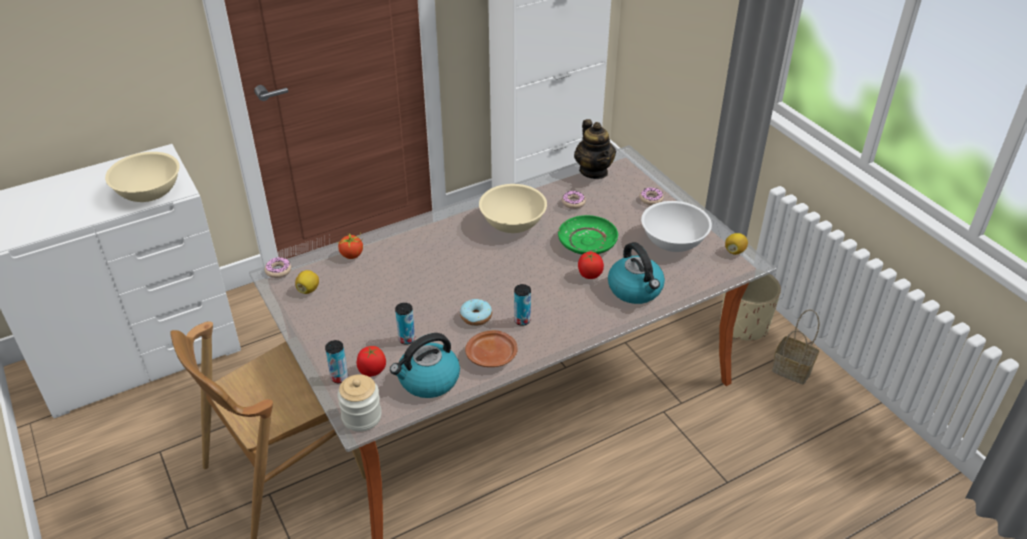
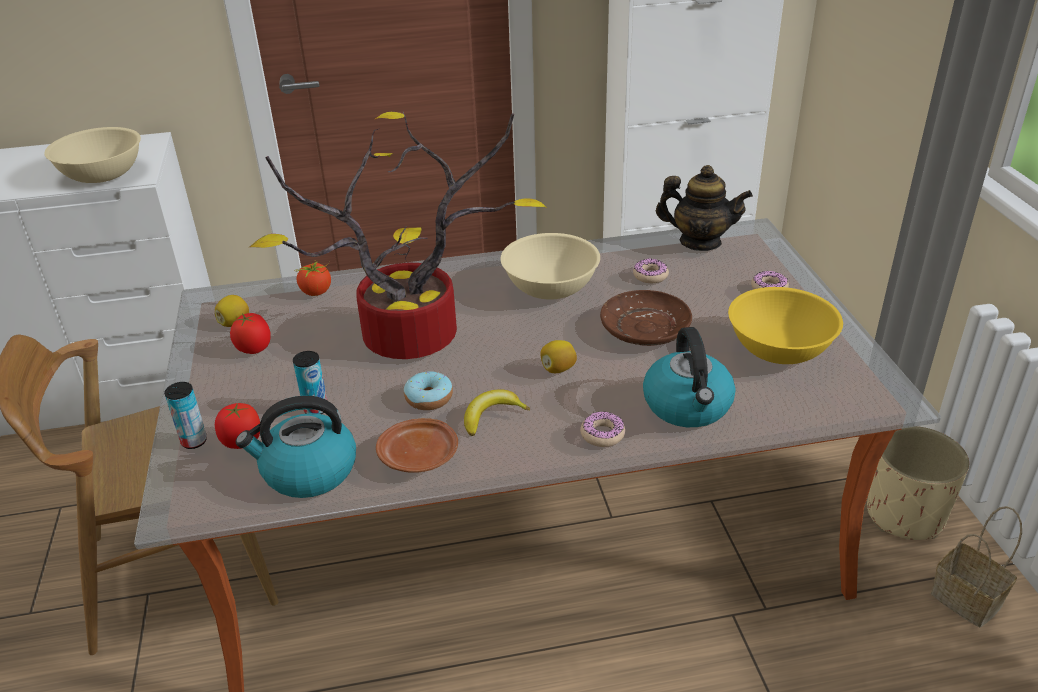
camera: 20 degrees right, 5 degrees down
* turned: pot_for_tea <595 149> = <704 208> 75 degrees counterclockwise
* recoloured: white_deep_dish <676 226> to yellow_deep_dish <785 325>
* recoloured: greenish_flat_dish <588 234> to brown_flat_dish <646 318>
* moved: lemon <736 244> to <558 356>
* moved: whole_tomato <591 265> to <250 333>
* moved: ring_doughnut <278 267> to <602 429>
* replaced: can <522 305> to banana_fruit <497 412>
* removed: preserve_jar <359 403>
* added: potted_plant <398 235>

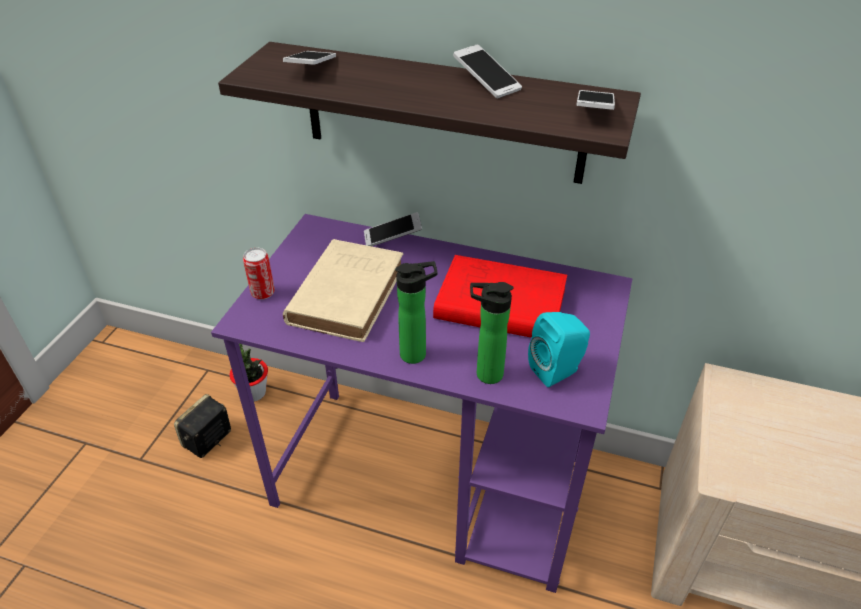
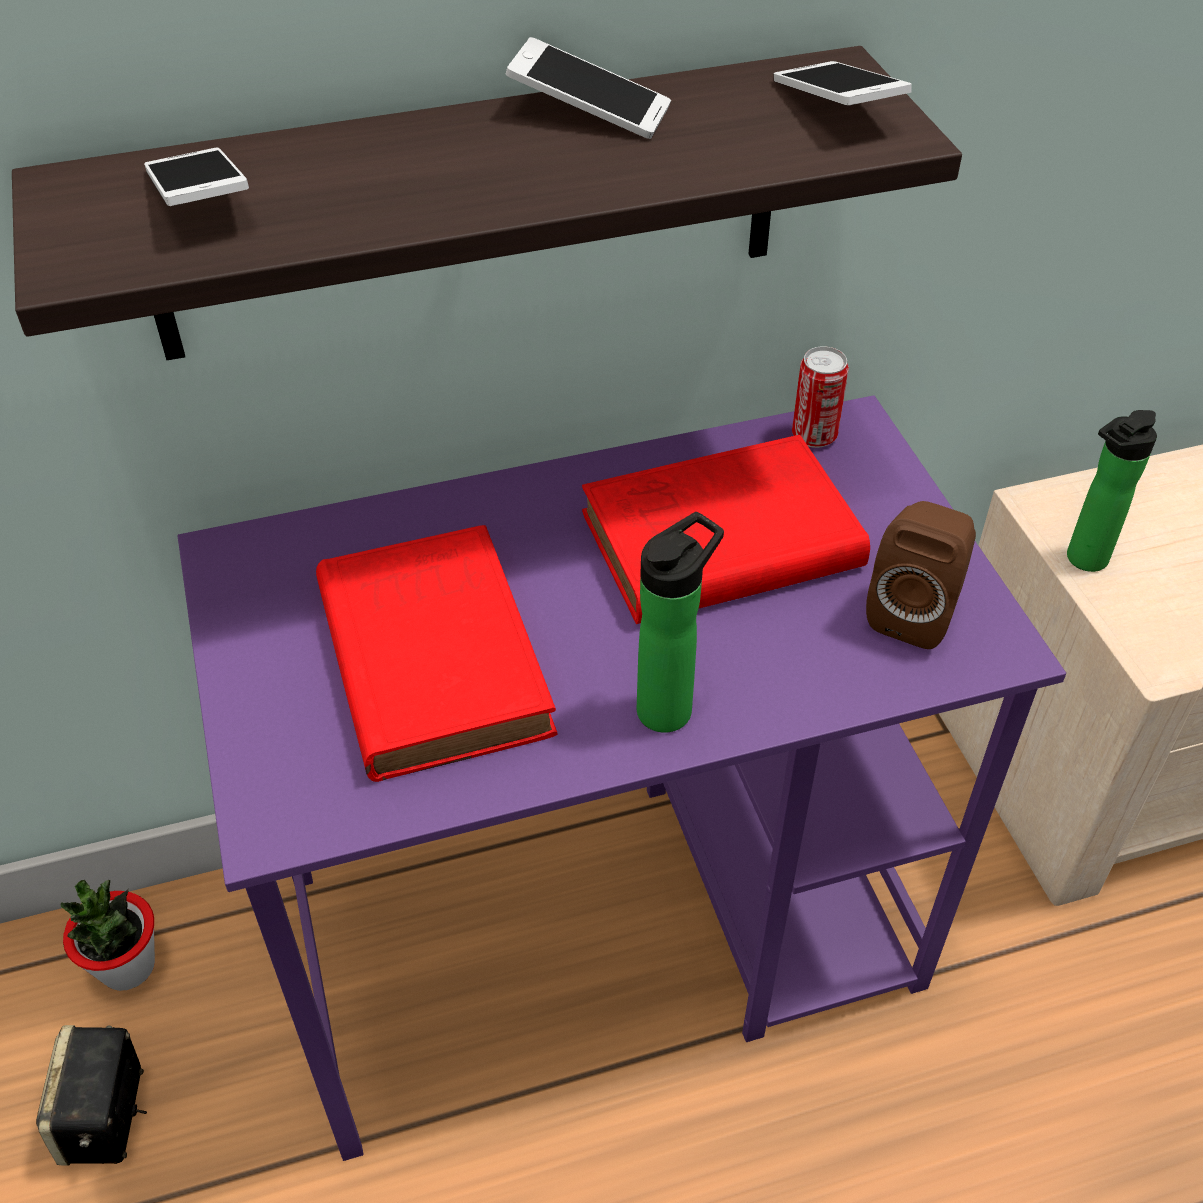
camera: 35 degrees left, 5 degrees up
* removed: handset <393 229>
* recoloured: beige_book <343 290> to red_book <437 653>
* moved: can <259 274> to <820 397>
* moved: bottle <491 333> to <1112 491>
* recoloured: blue-green_loudspeaker <559 349> to brown_loudspeaker <921 575>

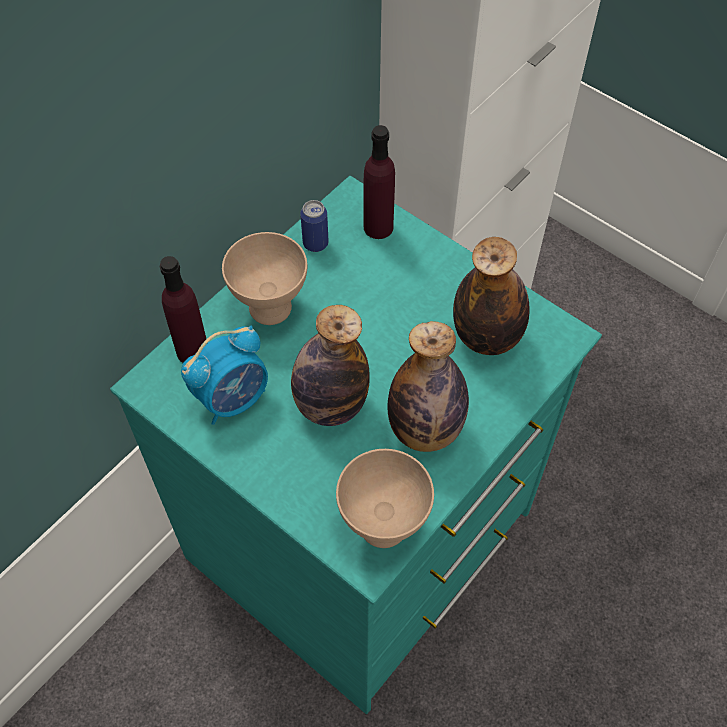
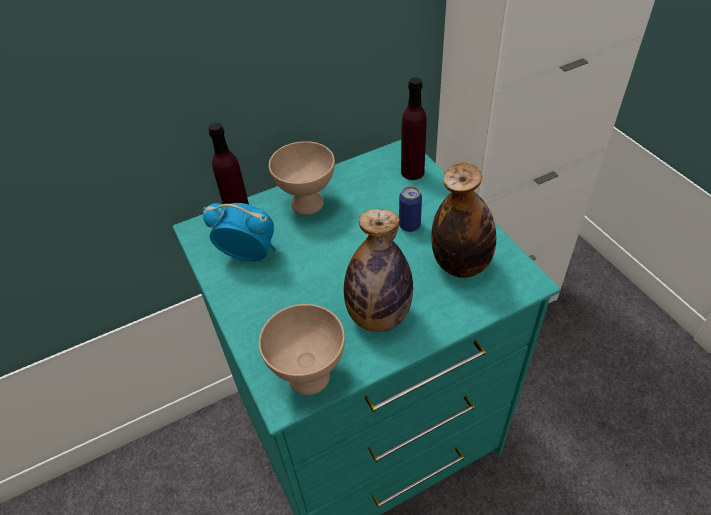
camera: 25 degrees right, 10 degrees down
* moved: can <314 226> to <410 209>
* removed: bottle <330 365>
* turned: alarm_clock <224 375> = <240 232> 150 degrees counterclockwise

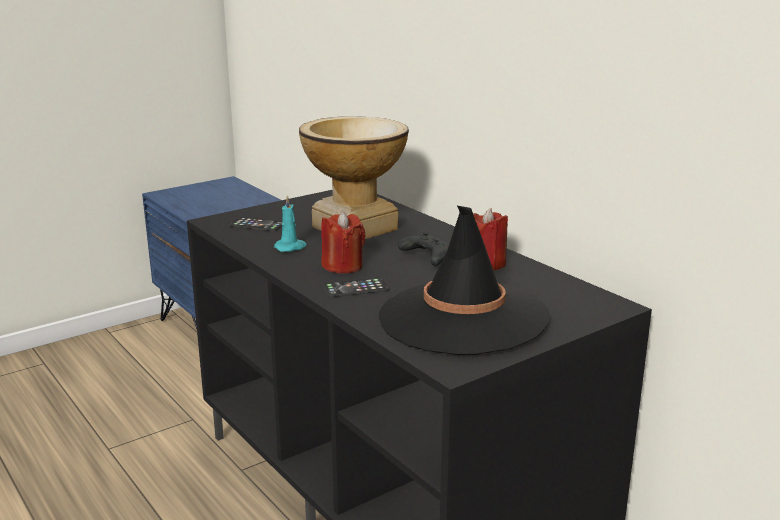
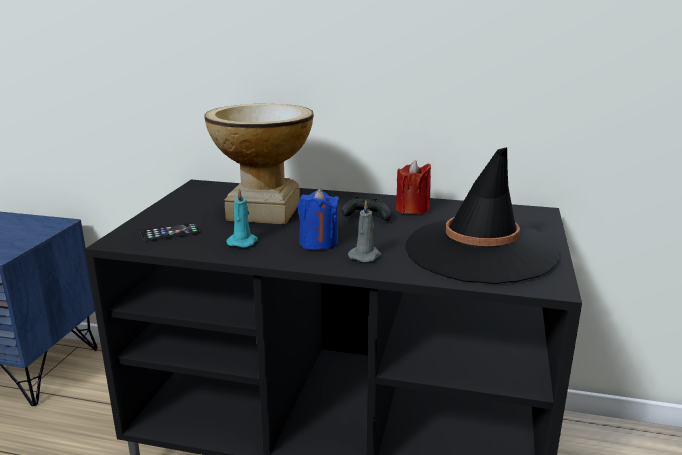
camera: 40 degrees left, 0 degrees up
* recoloured: red_candle <343 243> to blue-coloured_candle <318 219>
* replaced: handset <357 287> to gray_candle <364 231>

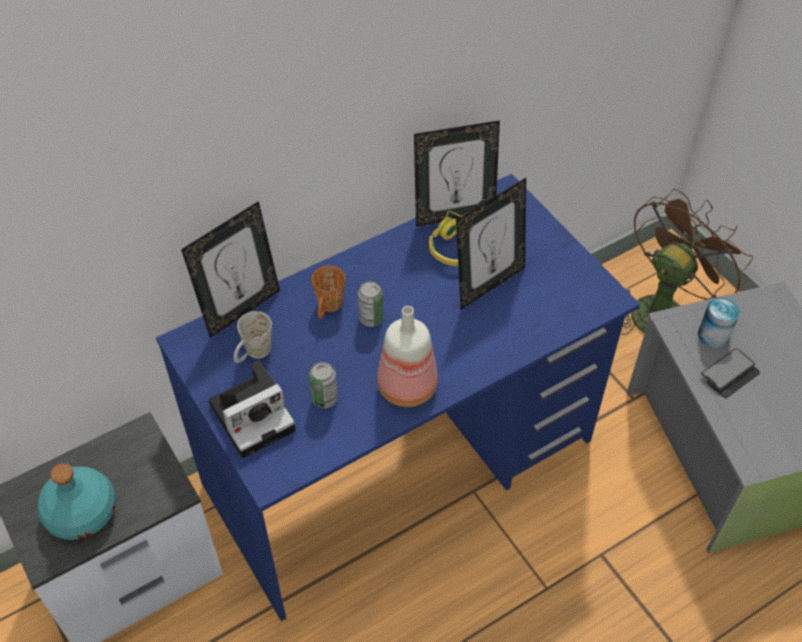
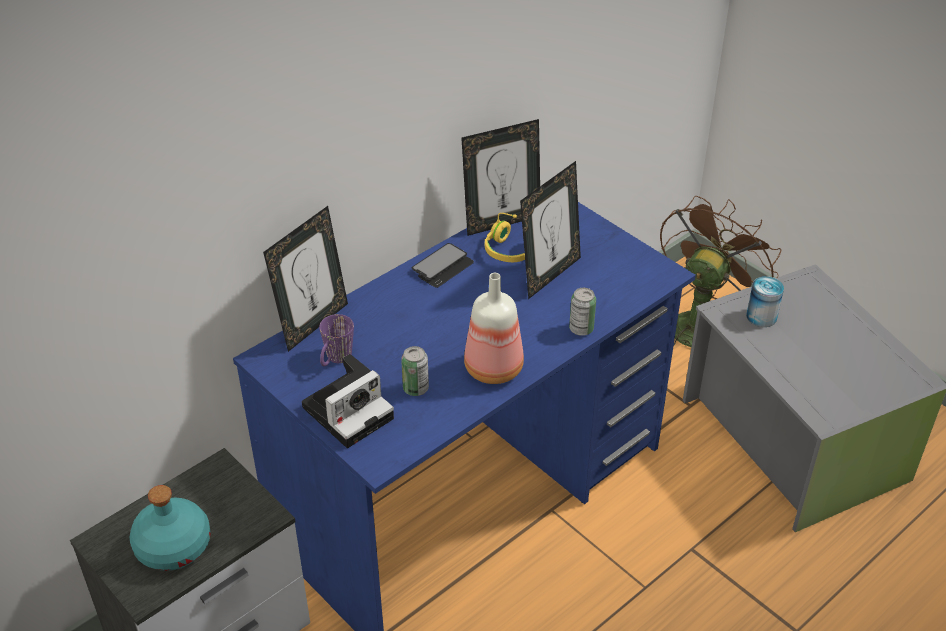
camera: 10 degrees left, 10 degrees down
* removed: orangey_coffee_mug <328 292>
* moved: can <370 304> to <582 312>
* recoloured: white_coffee_mug <253 337> to purplish_coffee_mug <336 340>
* moved: handset <730 373> to <443 265>

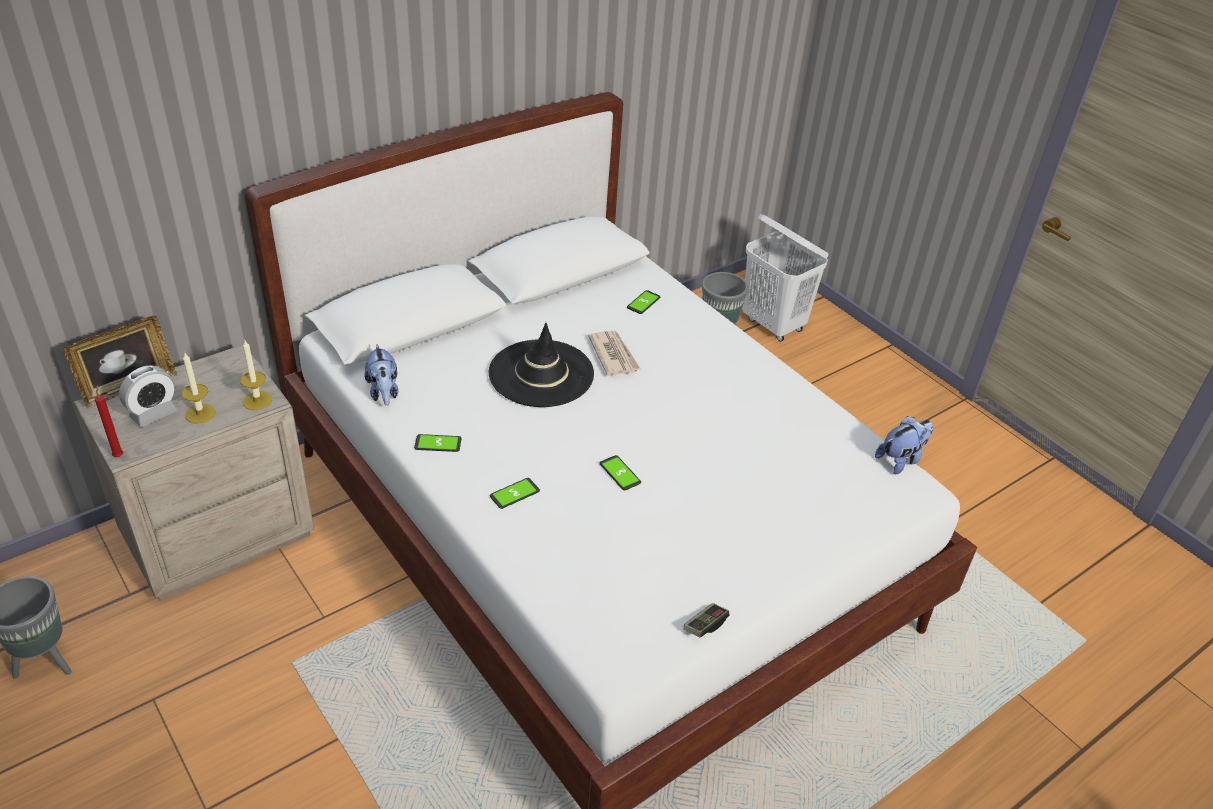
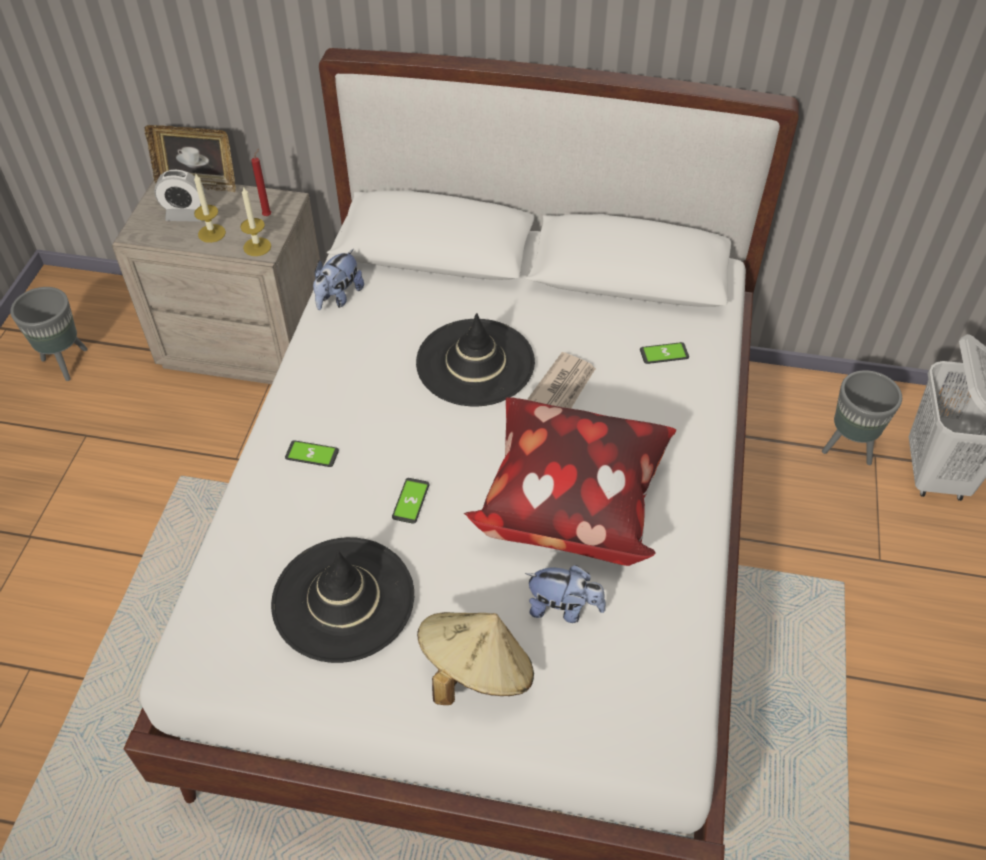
camera: 50 degrees right, 10 degrees up
* moved: red_candle <109 421> to <261 182>
* moved: soft_toy <904 445> to <565 594>
* removed: handset <438 443>
* removed: game_controller <707 620>
* added: cushion <570 481>
* added: blackish_wearable_hat <342 600>
* added: beige_wearable_hat <475 658>

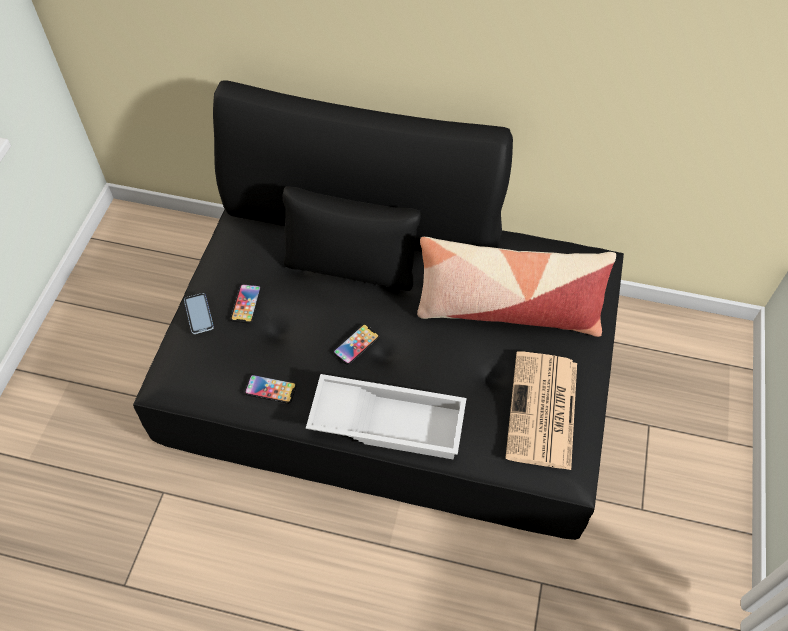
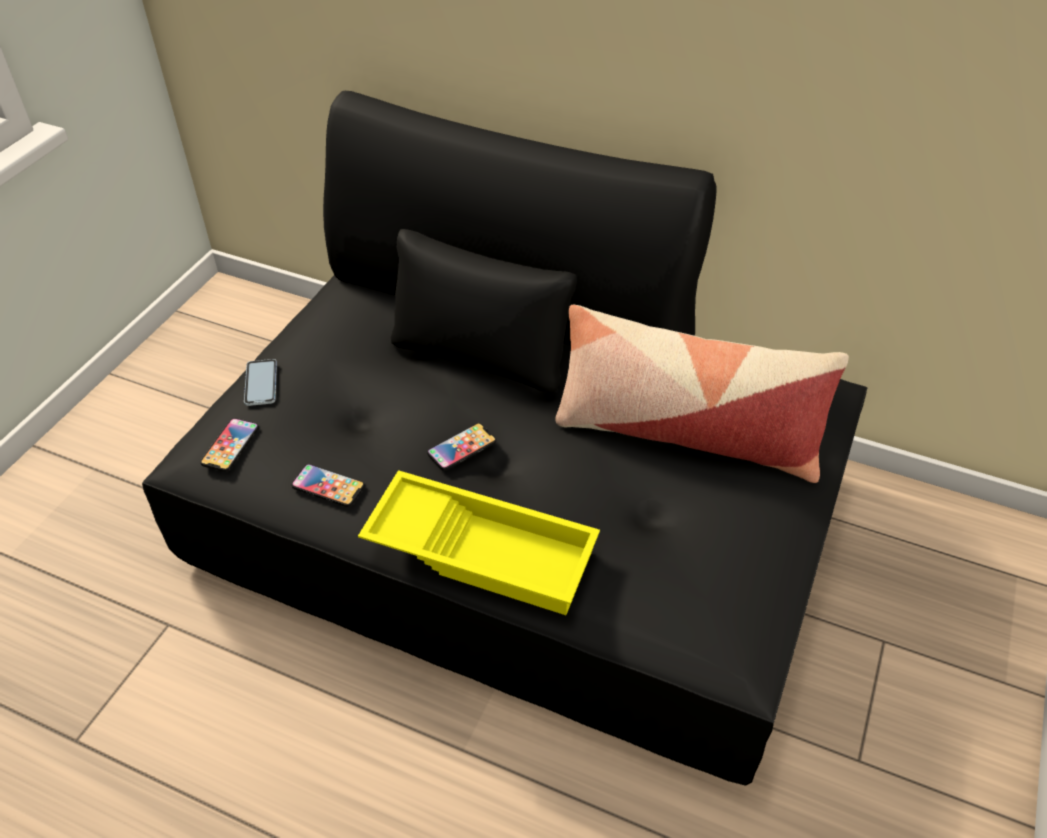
camera: 10 degrees right, 10 degrees down
* moved: handset <246 304> to <229 445>
* removed: printed_paper <541 410>
* recoloured: white_tray <386 417> to yellow_tray <479 542>

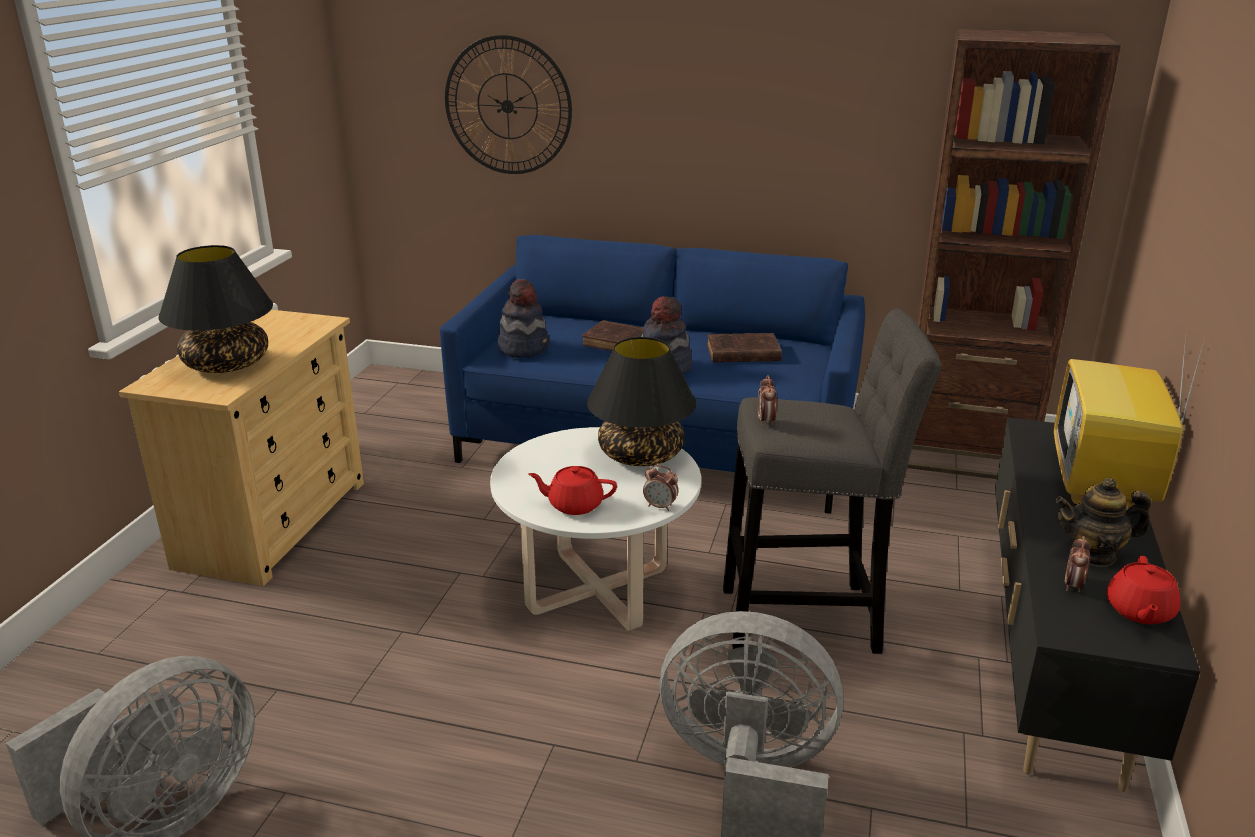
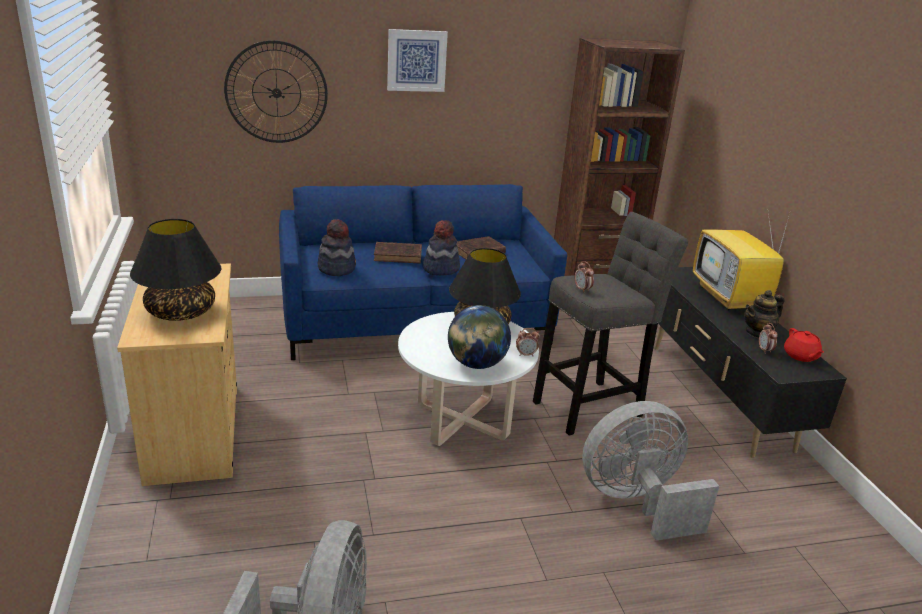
camera: 30 degrees left, 0 degrees up
* replaced: red_pot_for_tea <572 490> to world_globe <479 337>
* added: picture <417 60>

